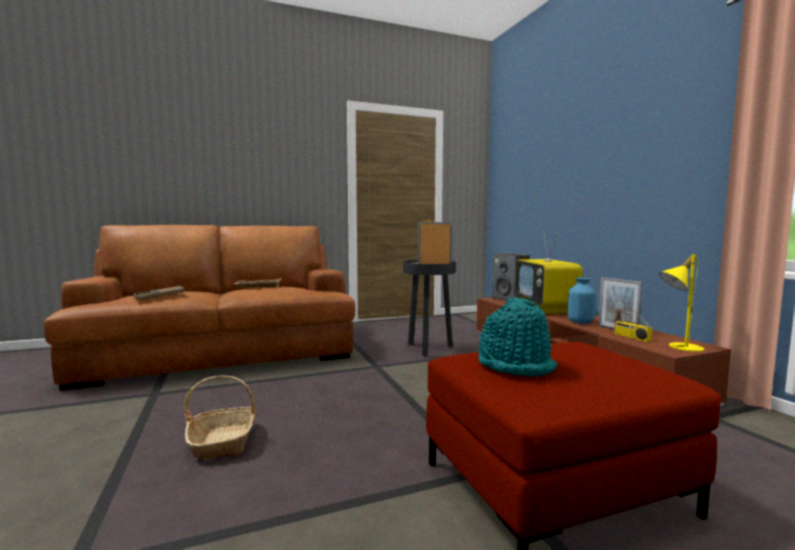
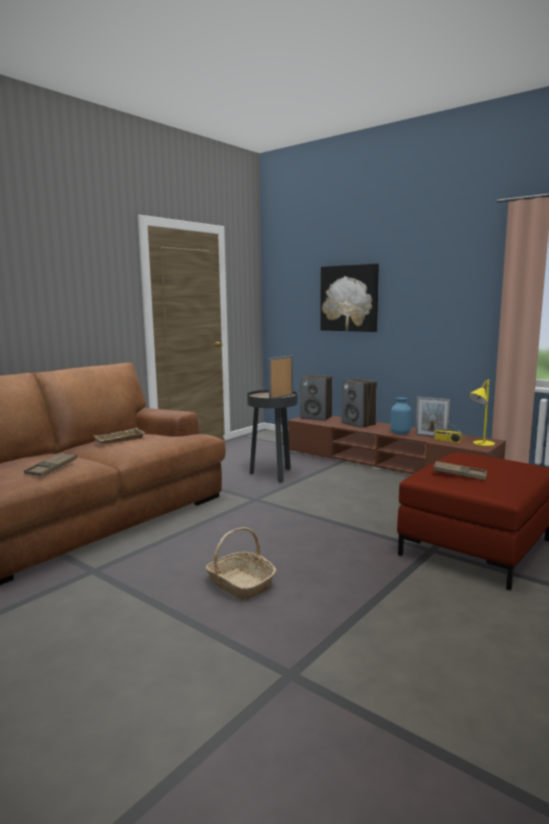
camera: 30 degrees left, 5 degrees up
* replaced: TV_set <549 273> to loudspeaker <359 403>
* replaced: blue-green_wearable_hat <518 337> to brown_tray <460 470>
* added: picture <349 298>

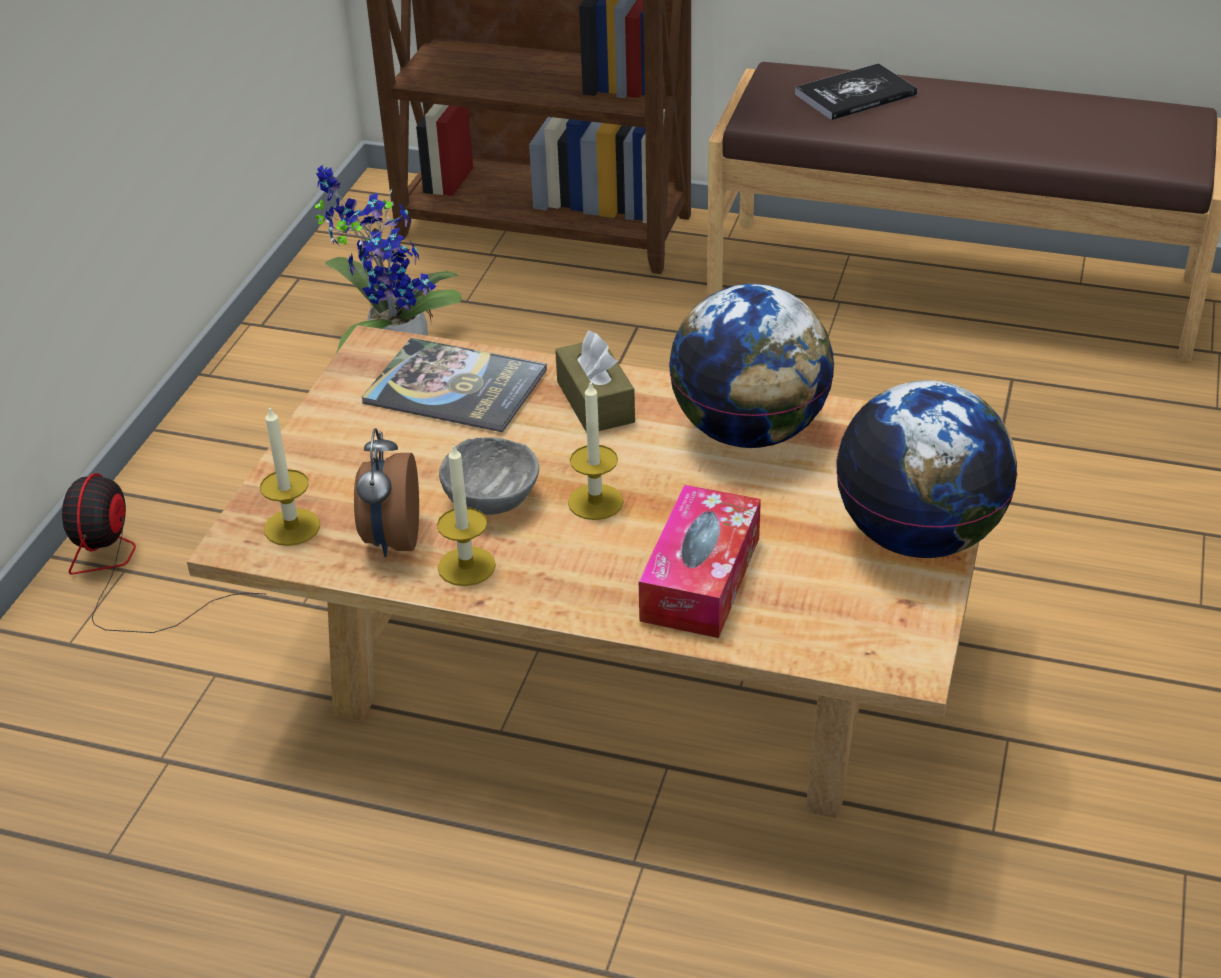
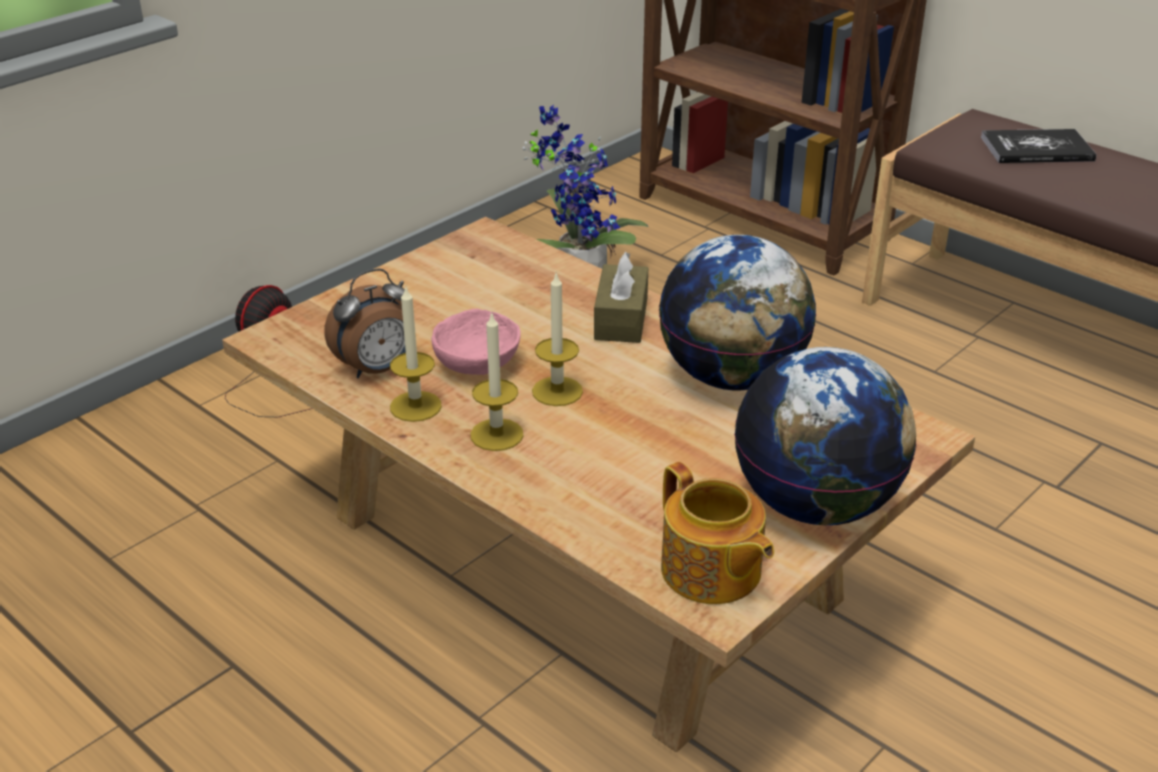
camera: 25 degrees right, 5 degrees down
* removed: book <454 385>
* moved: candle <290 475> to <497 381>
* turned: alarm_clock <386 492> = <365 323> 150 degrees counterclockwise
* recoloured: gray_deep_dish <489 476> to pink-coloured_deep_dish <476 341>
* removed: tissue_box <700 561>
* added: pot_for_tea <717 533>

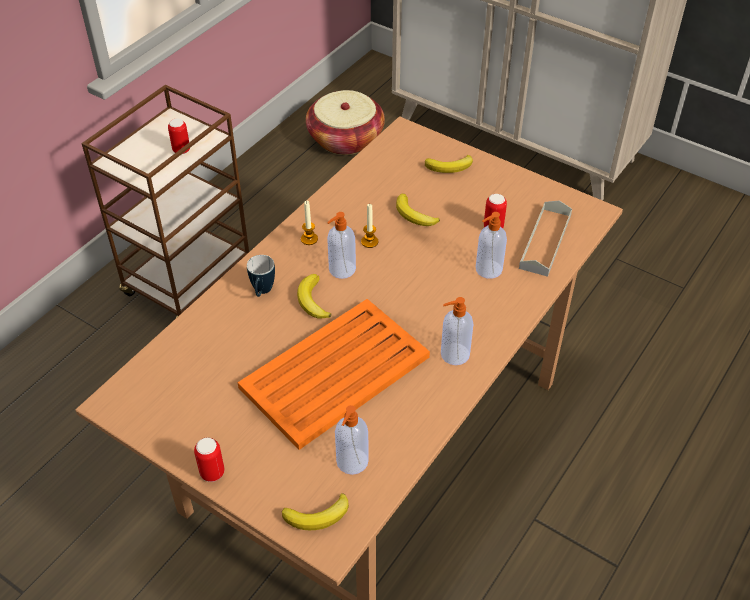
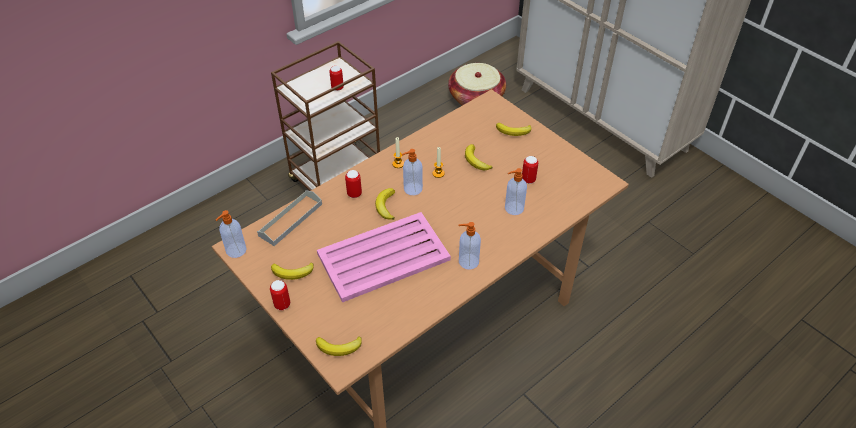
camera: 15 degrees right, 0 degrees up
* moved: gray_tray <545 238> to <289 218>
* replaced: coffee_mug <261 276> to can <353 184>
* recoloured: orangey_tray <334 374> to pink-coloured_tray <384 257>
* moved: liquid_soap_bottle <352 440> to <231 234>
* added: banana_fruit <292 271>

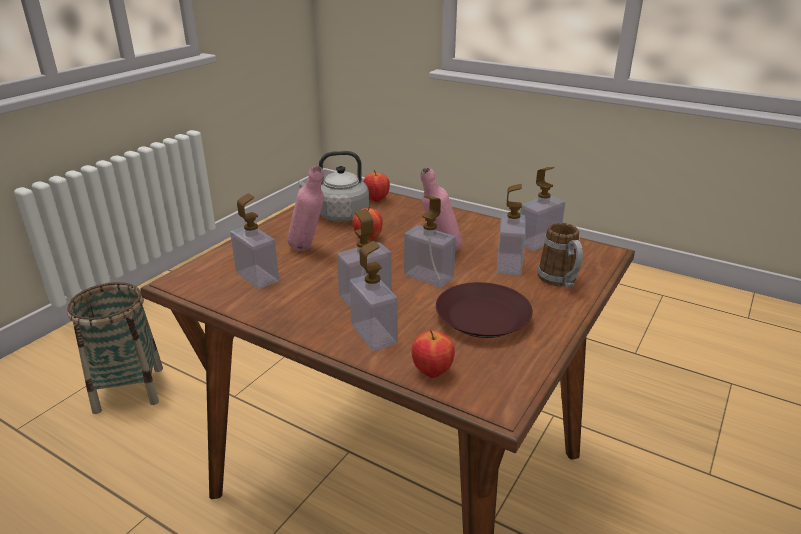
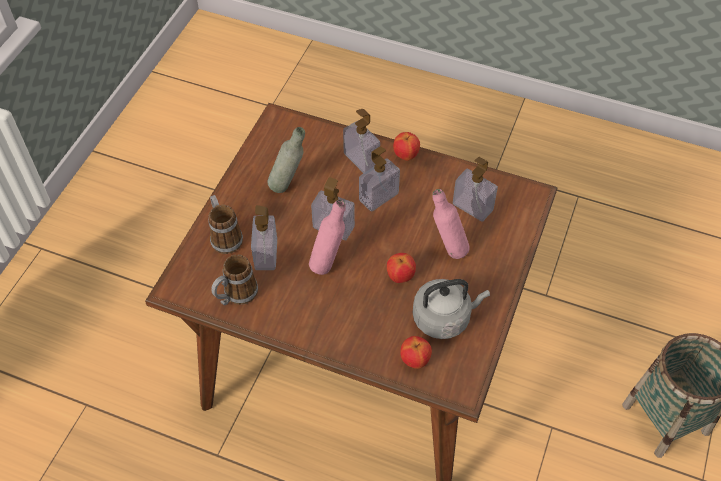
camera: 170 degrees right, 25 degrees up
* replaced: liquid_soap_bottle <542 209> to coffee_mug <234 280>
* replaced: brown_flat_dish <484 310> to gray_bottle <286 160>
* moved: whole_apple <433 354> to <406 146>

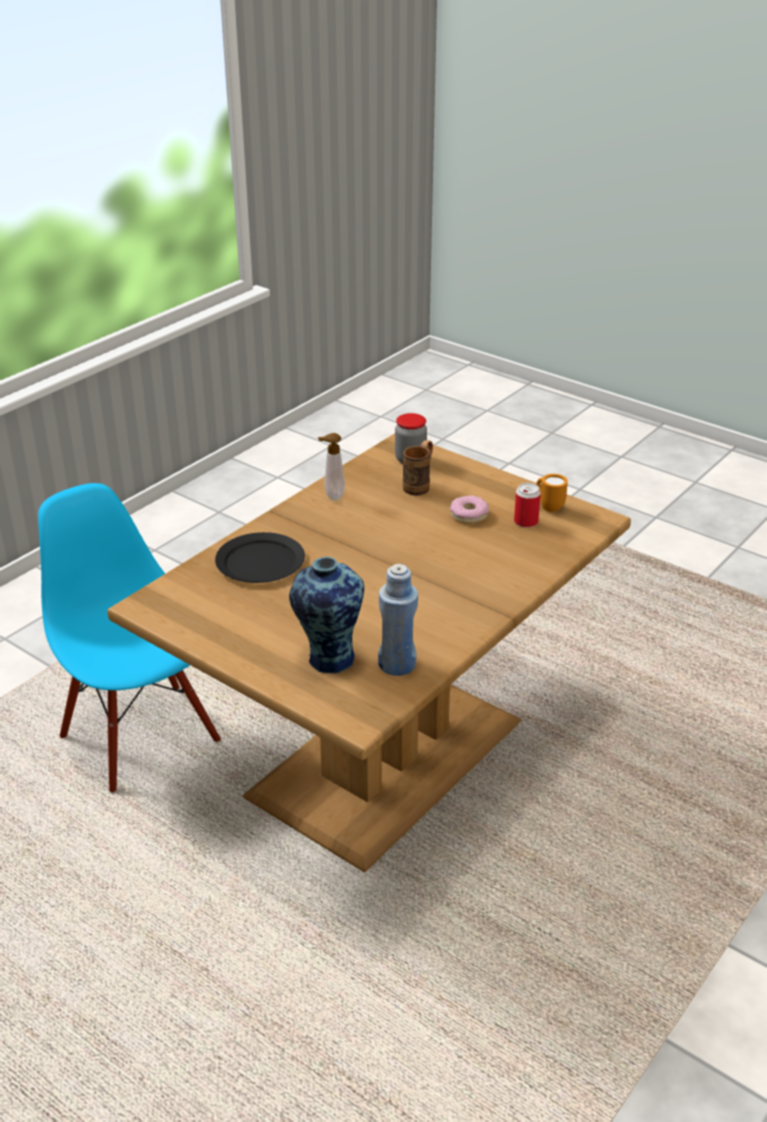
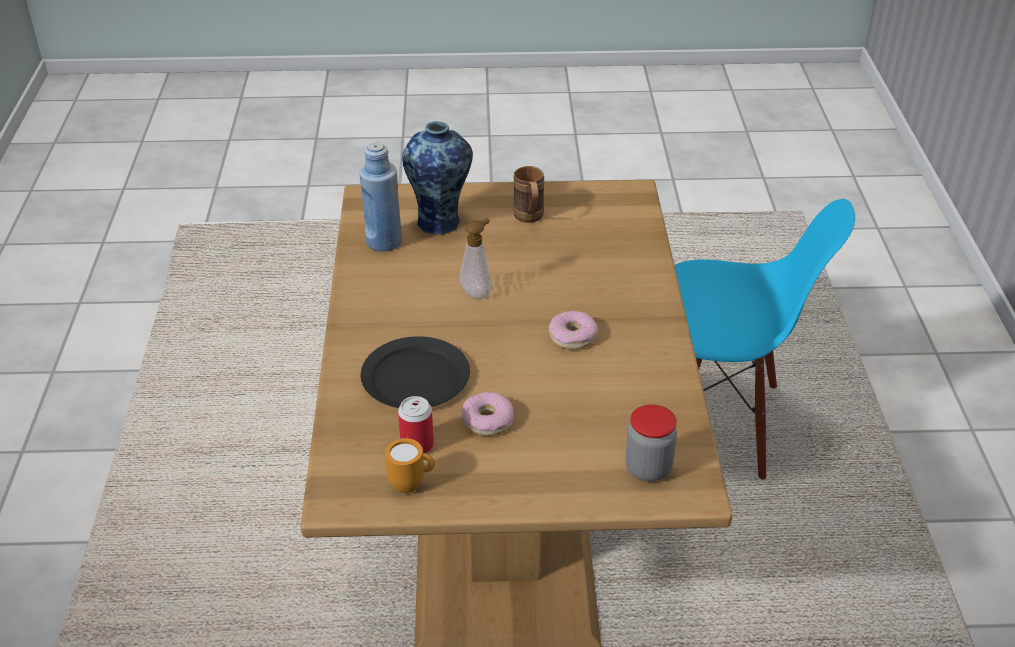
camera: 140 degrees right, 5 degrees up
* moved: liquid_soap_bottle <331 467> to <475 258>
* moved: brown_coffee_mug <418 468> to <528 194>
* moved: blackish_flat_dish <260 557> to <415 372>
* added: ring_doughnut <573 330>

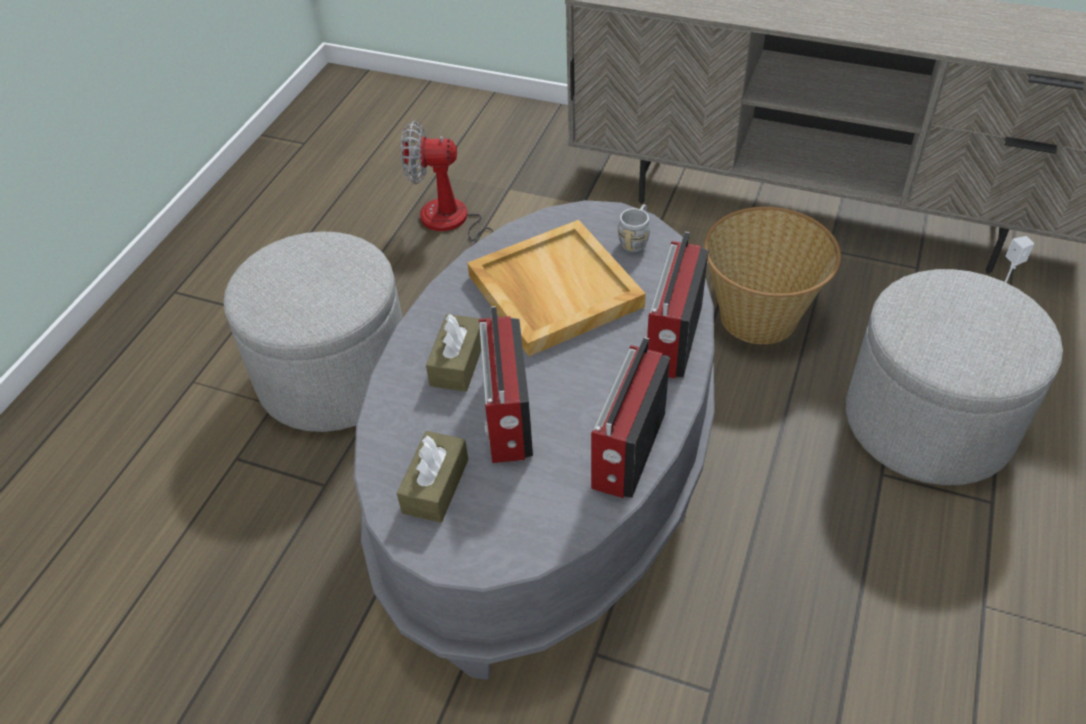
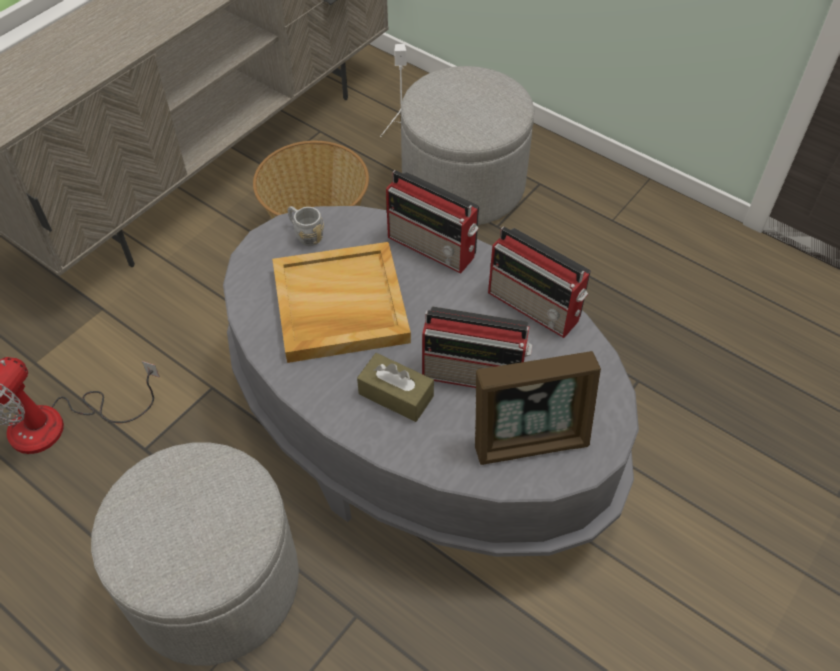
camera: 75 degrees left, 5 degrees up
* replaced: brown_tissue_box <432 477> to picture_frame <538 408>

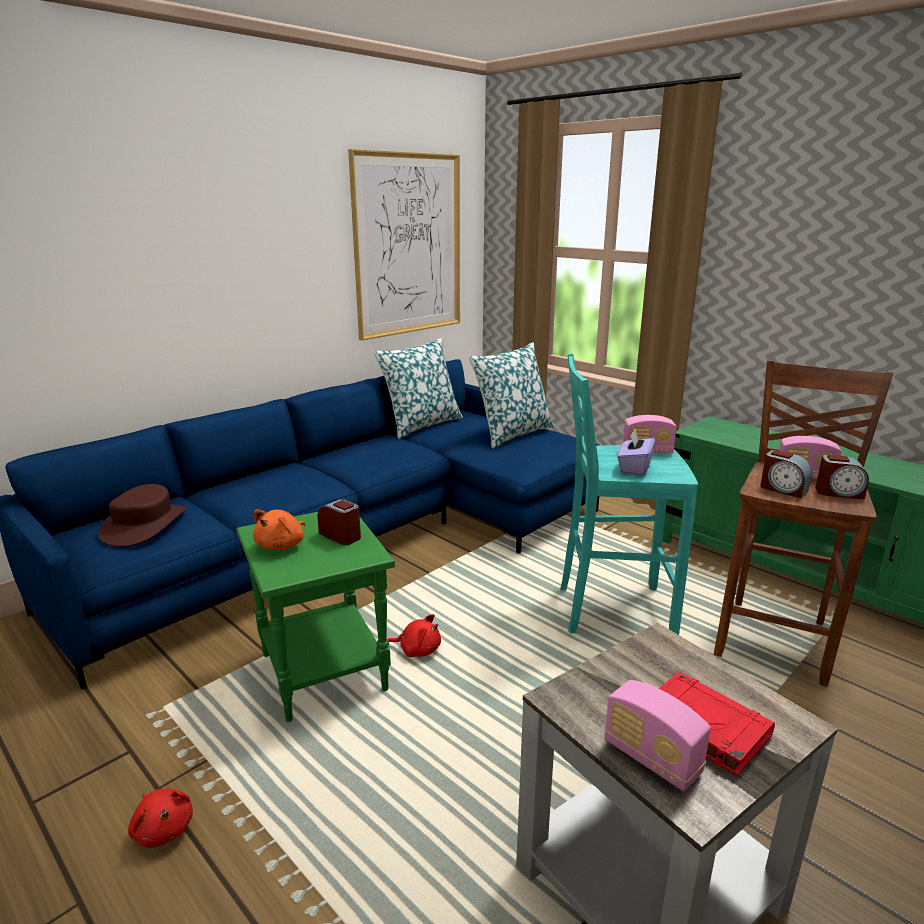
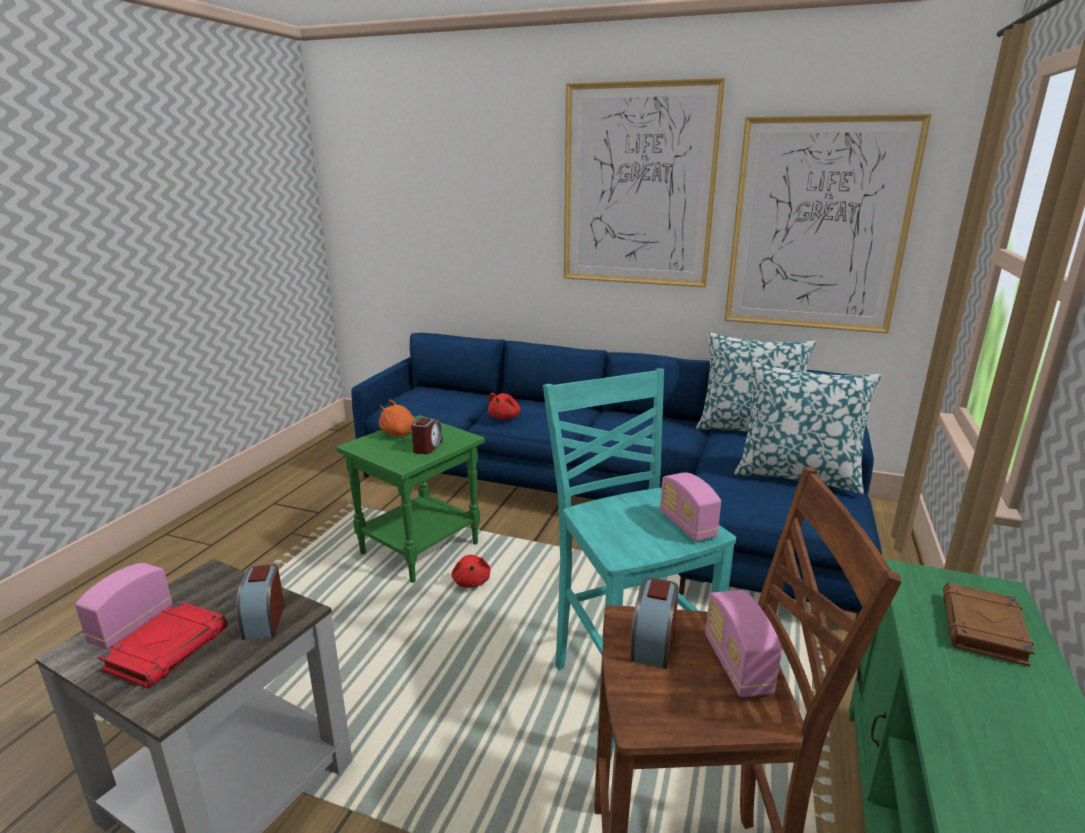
camera: 65 degrees right, 0 degrees up
* removed: purplish_tissue_box <636 452>
* moved: alarm_clock <842 477> to <260 602>
* removed: brown_wearable_hat <142 515>
* moved: red_soft_toy <160 818> to <504 406>
* added: picture <645 182>
* added: brown_book <989 625>

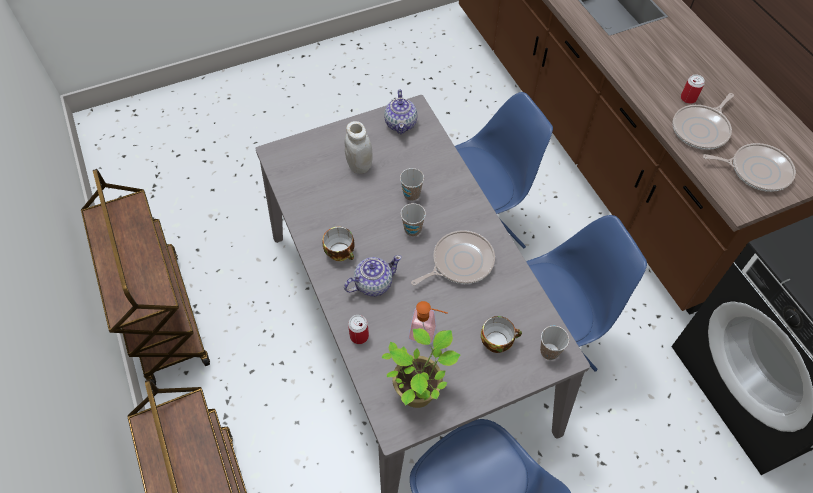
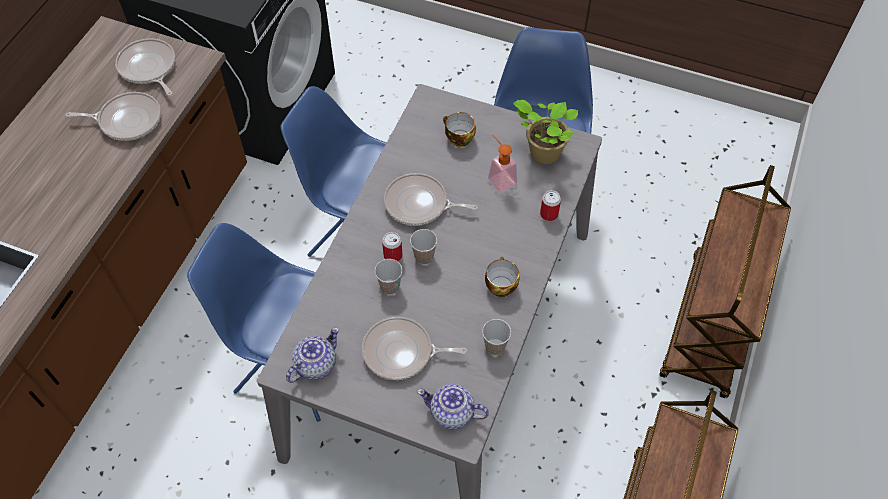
camera: 135 degrees left, 0 degrees up
* moved: can <693 89> to <392 246>
* replaced: white_preserve_jar <358 147> to frying_pan <414 348>
* moved: pot_for_tea <373 275> to <453 407>
* moved: small_cup <554 343> to <496 337>

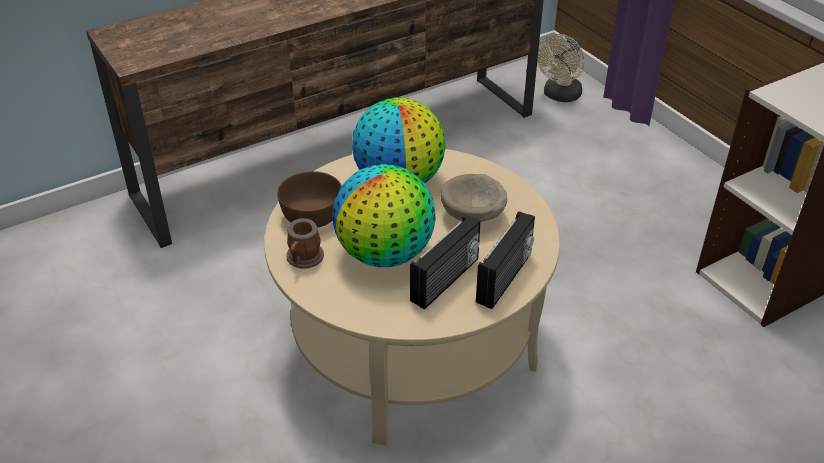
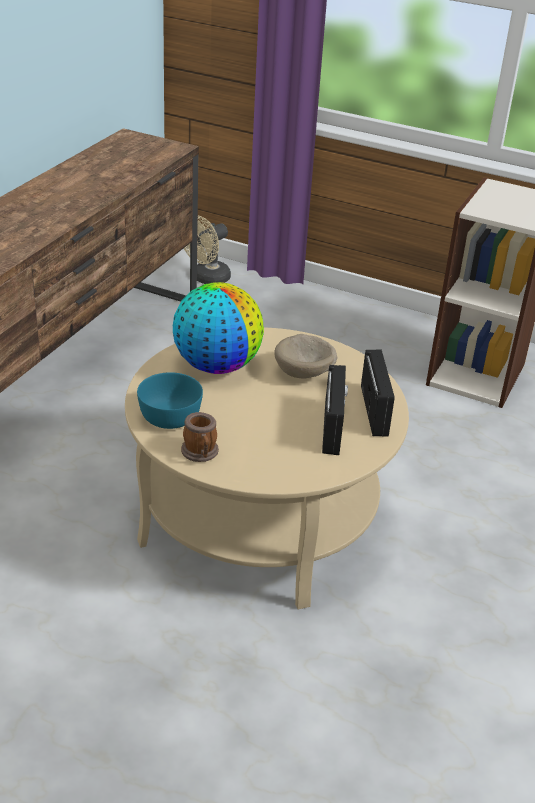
camera: 35 degrees left, 5 degrees down
* turned: beige_electric_fan <561 68> = <207 249> 45 degrees clockwise
* removed: world_globe <384 215>
* recoloured: brown_deep_dish <309 199> to blue-green_deep_dish <170 400>

